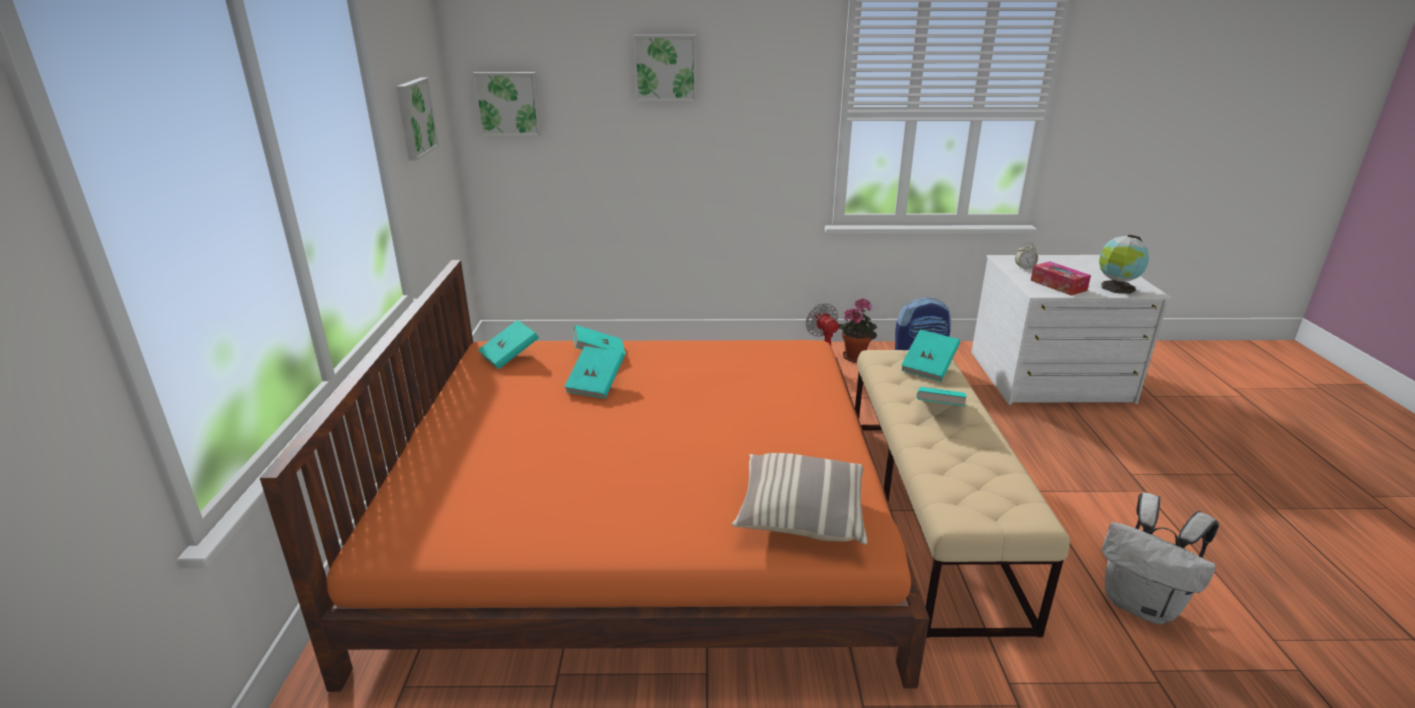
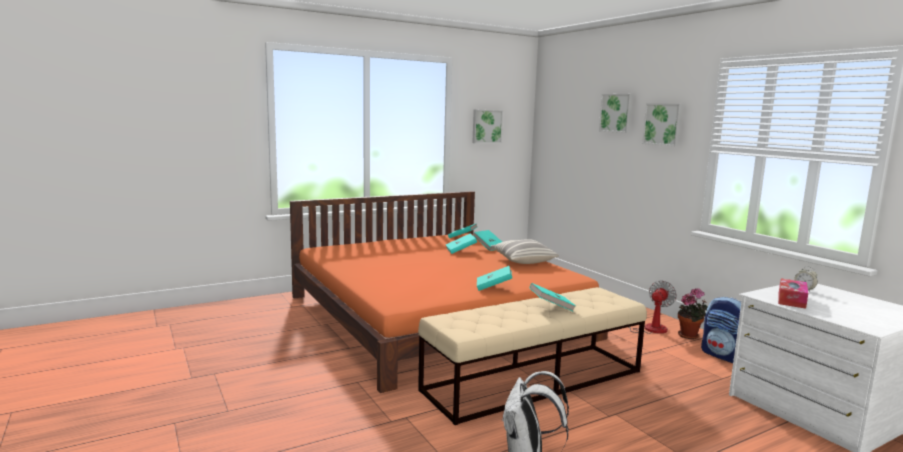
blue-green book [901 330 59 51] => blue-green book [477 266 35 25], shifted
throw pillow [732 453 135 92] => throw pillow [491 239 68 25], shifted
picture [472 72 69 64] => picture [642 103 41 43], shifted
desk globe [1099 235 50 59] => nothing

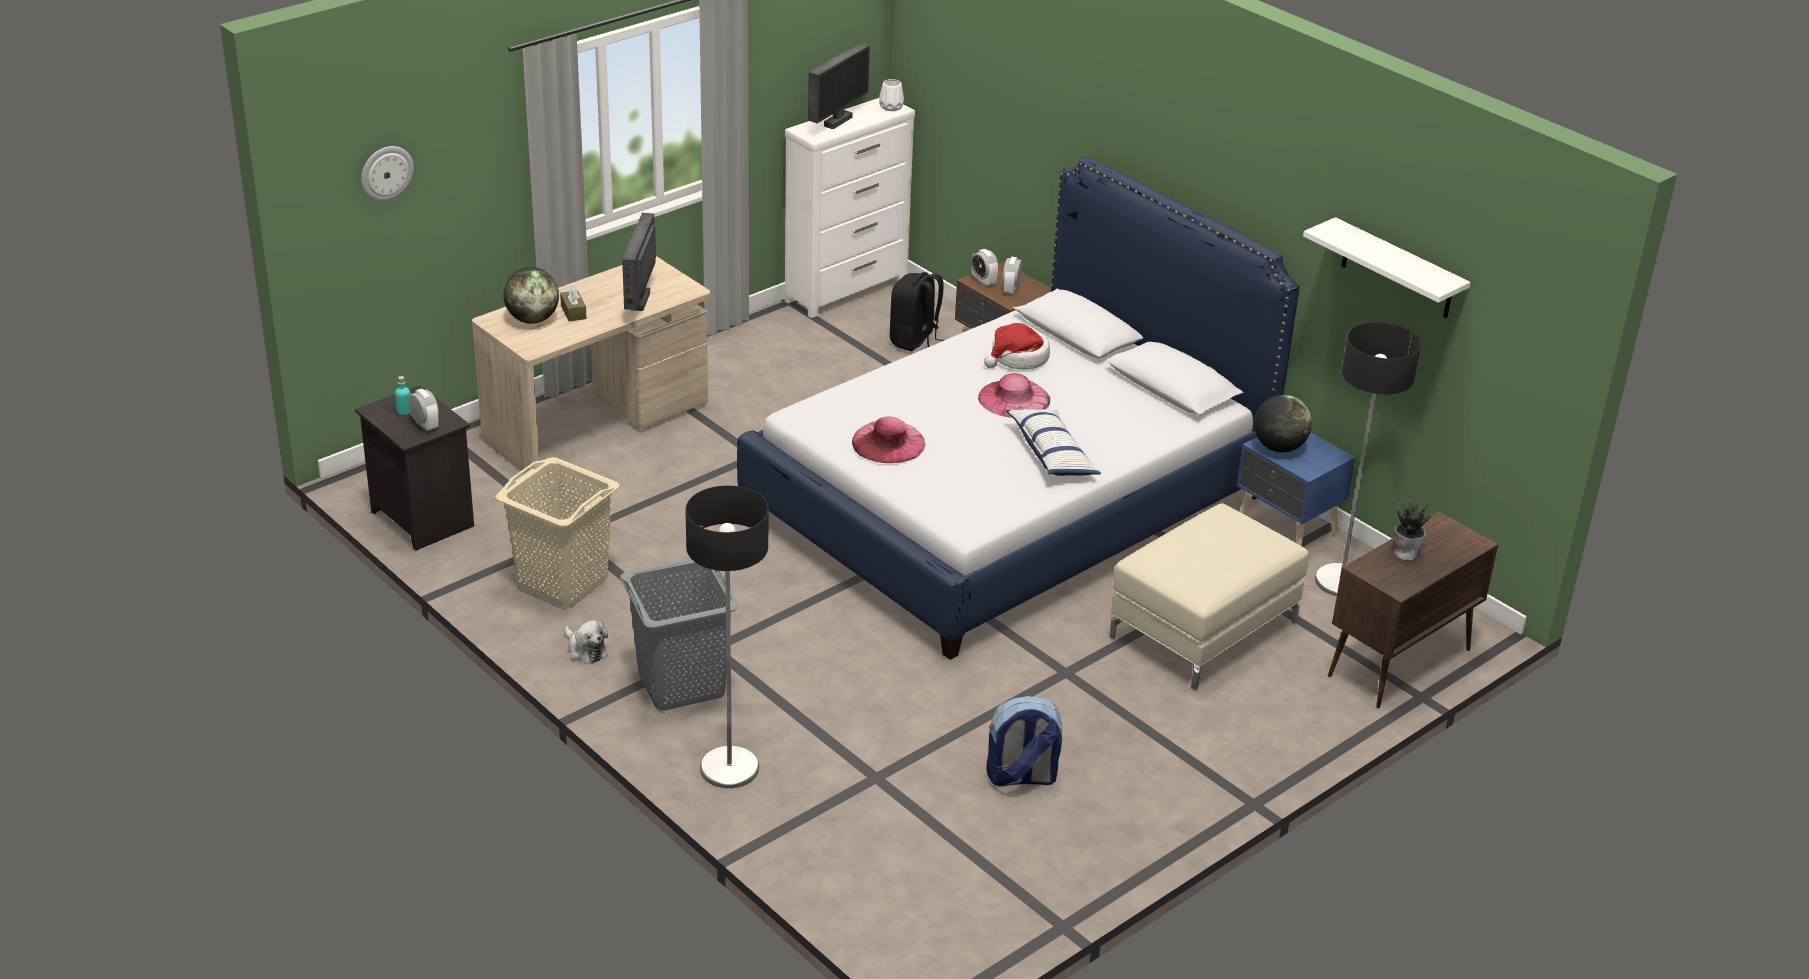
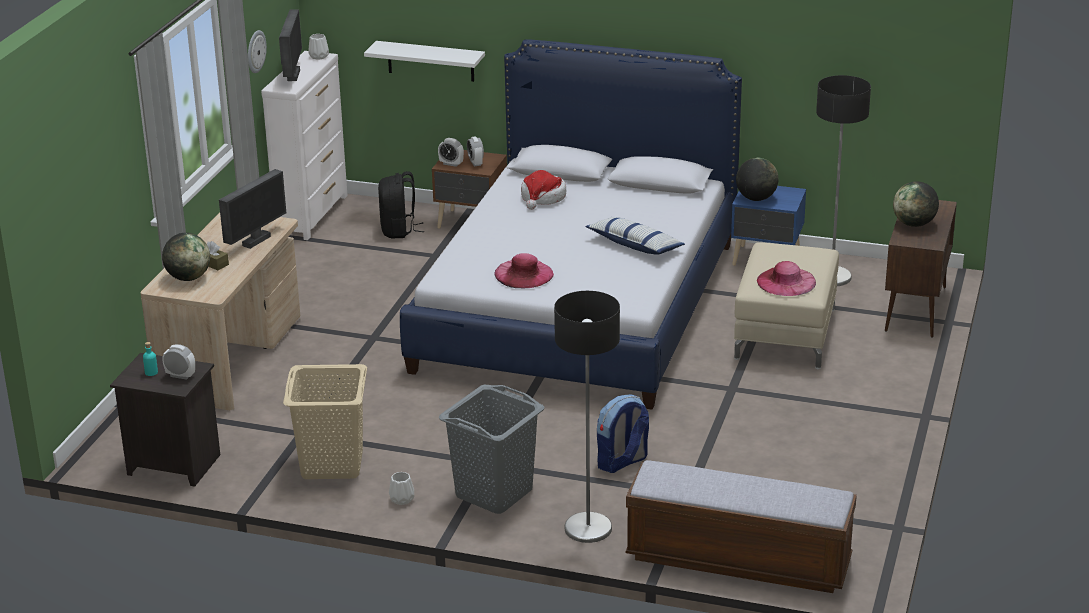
computer screen [622 213 34 98] => computer screen [219 169 67 80], 120 degrees counterclockwise
hanging clock [361 146 53 55] => hanging clock [248 30 19 43], shifted
white-coloured wall shelf [1303 217 168 101] => white-coloured wall shelf [364 41 121 41], shifted
plush toy [565 620 43 44] => white-coloured decorative vase [389 472 25 33]
rucksack [986 696 76 91] => rucksack [597 395 52 78], shifted
nothing => bench [626 460 231 133]
pinkish hat [978 373 72 45] => pinkish hat [757 261 59 35], shifted
plant in a pot [1393 499 43 61] => desk globe [893 181 46 46]

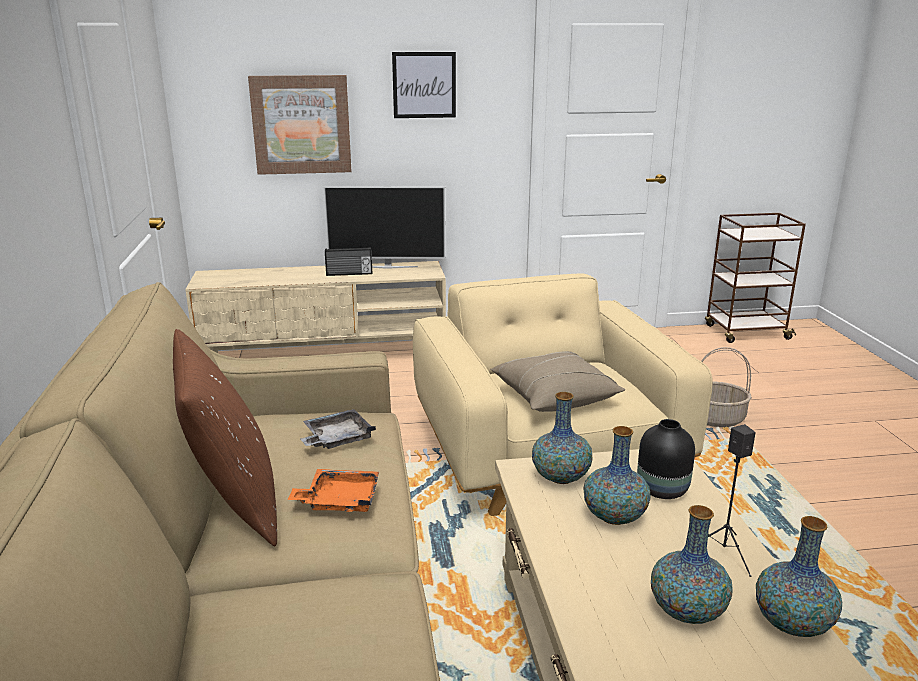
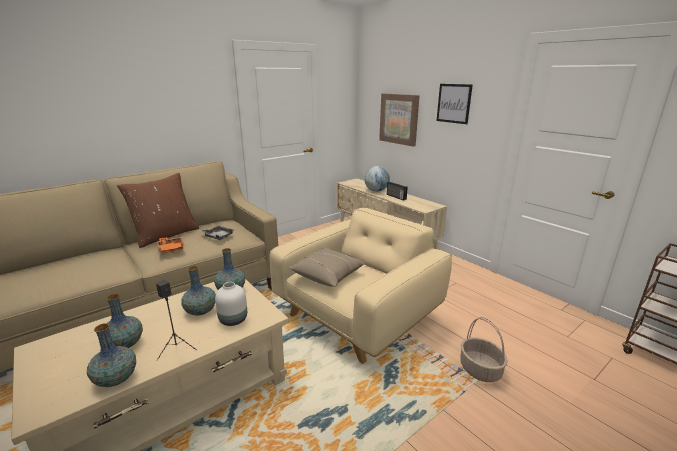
black-coloured decorative vase [637 419 58 80] => white-coloured decorative vase [215 282 32 44]
nothing => desk globe [364 166 26 26]
TV set [323 186 123 82] => nothing

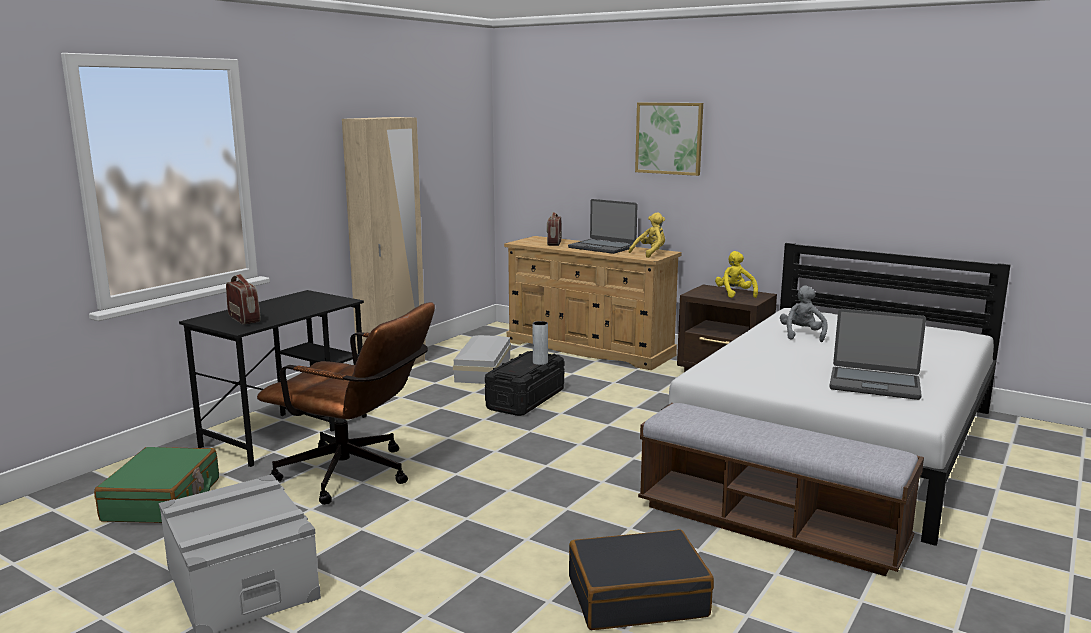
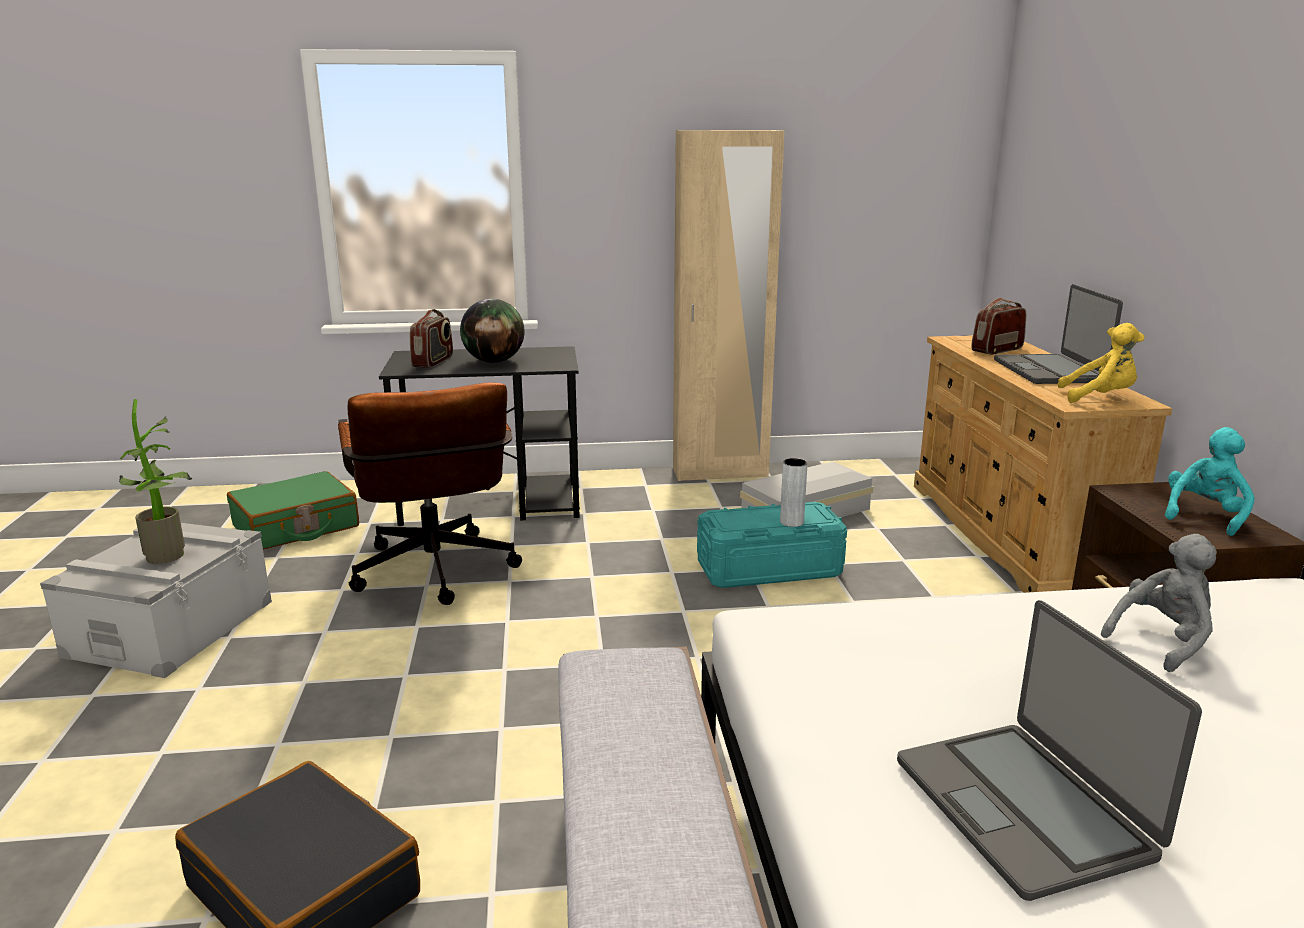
nothing => plant in a pot [119 399 74 165]
nothing => desk globe [460 299 64 64]
black-coloured storage container [485 351 79 65] => blue-green storage container [697 502 150 86]
yellow plush toy [715 251 43 47] => blue-green plush toy [1165 427 90 109]
picture [635 102 68 74] => nothing

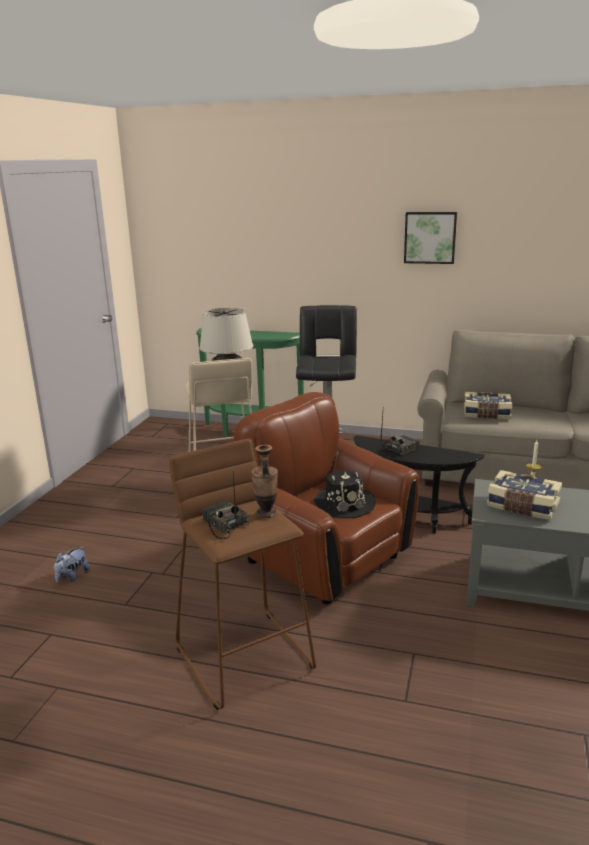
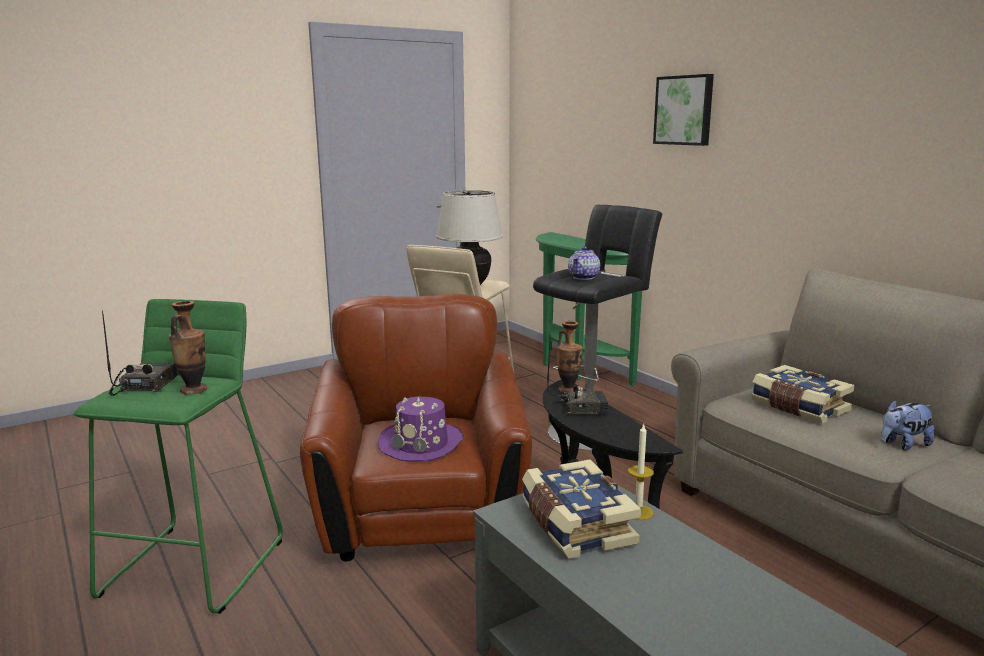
brown sitting stool [169 439 147 271] => green sitting stool [73 299 210 315]
black-coloured hat [314 470 61 48] => purplish hat [378 397 86 65]
nothing => decorative vase [557 321 26 72]
nothing => teapot [568 247 32 33]
picture [404 212 53 52] => picture [653 74 61 72], shifted
plush toy [54 546 36 37] => plush toy [881 400 54 50], shifted

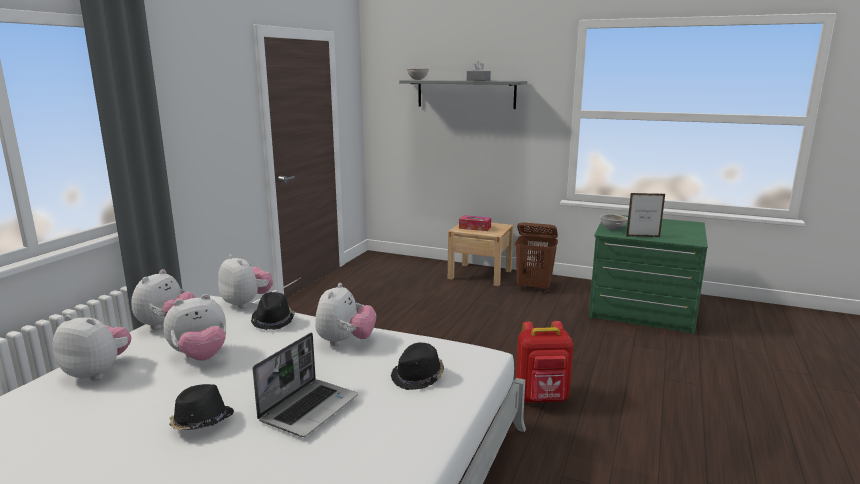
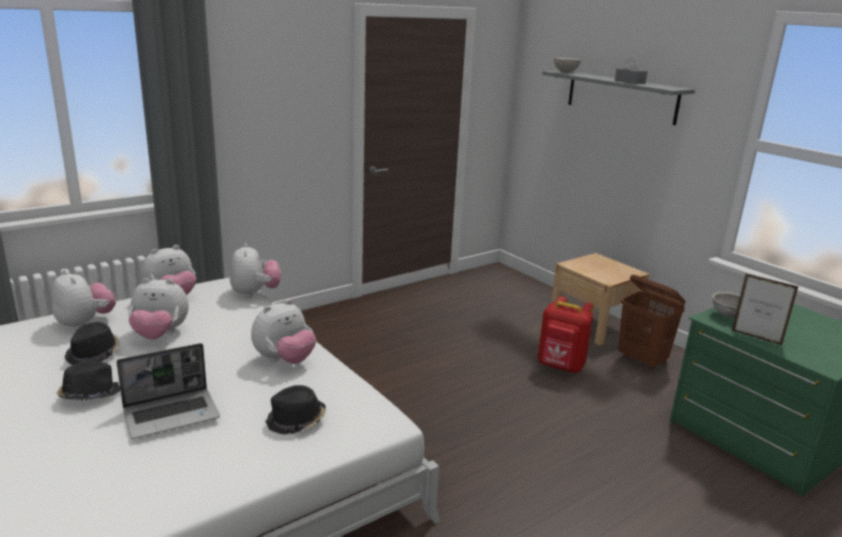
black-coloured hat [251 292 44 38] => black-coloured hat [65 322 54 43], shifted
red rucksack [516 321 57 82] => red rucksack [538 296 56 77], shifted
tissue box [459 215 32 16] => nothing

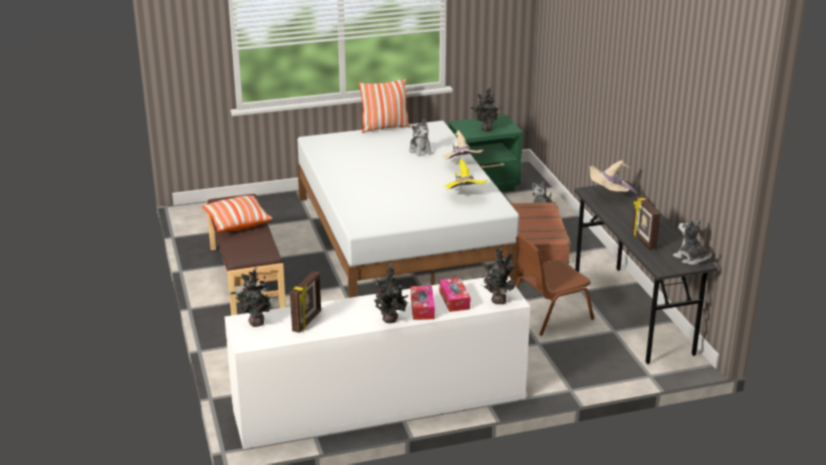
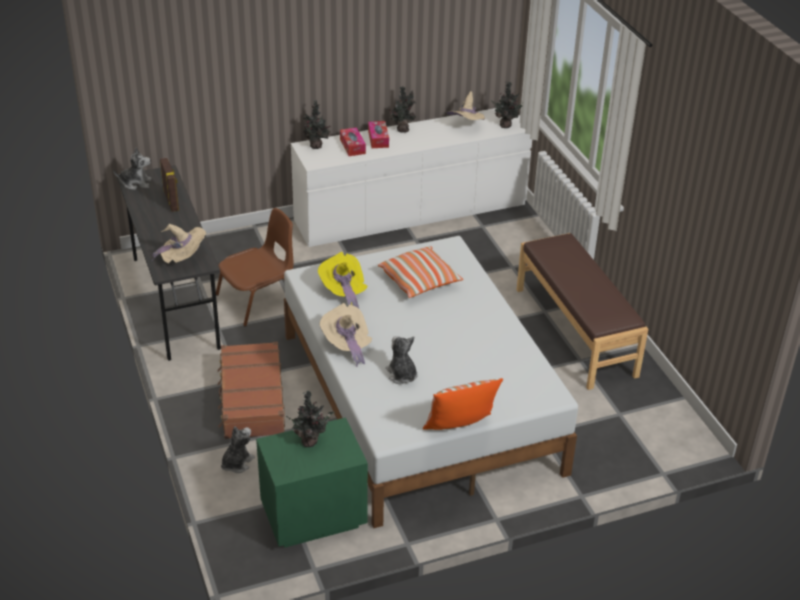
plush toy [673 219 39 46] => plush toy [113 148 39 42], 45 degrees counterclockwise
throw pillow [201 195 72 37] => throw pillow [378 246 85 52], shifted
standing frame [290 271 31 62] => beige hat [446 91 39 29]

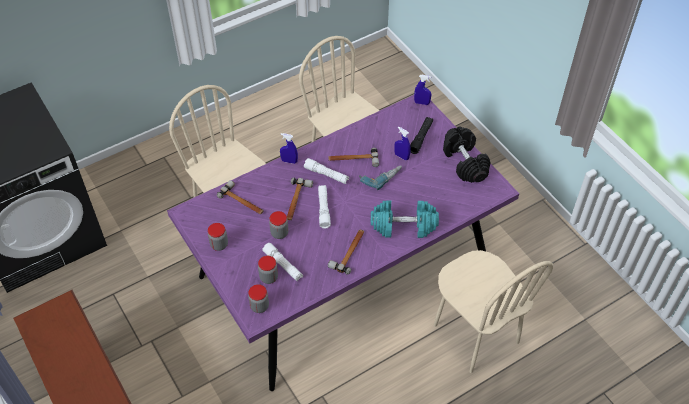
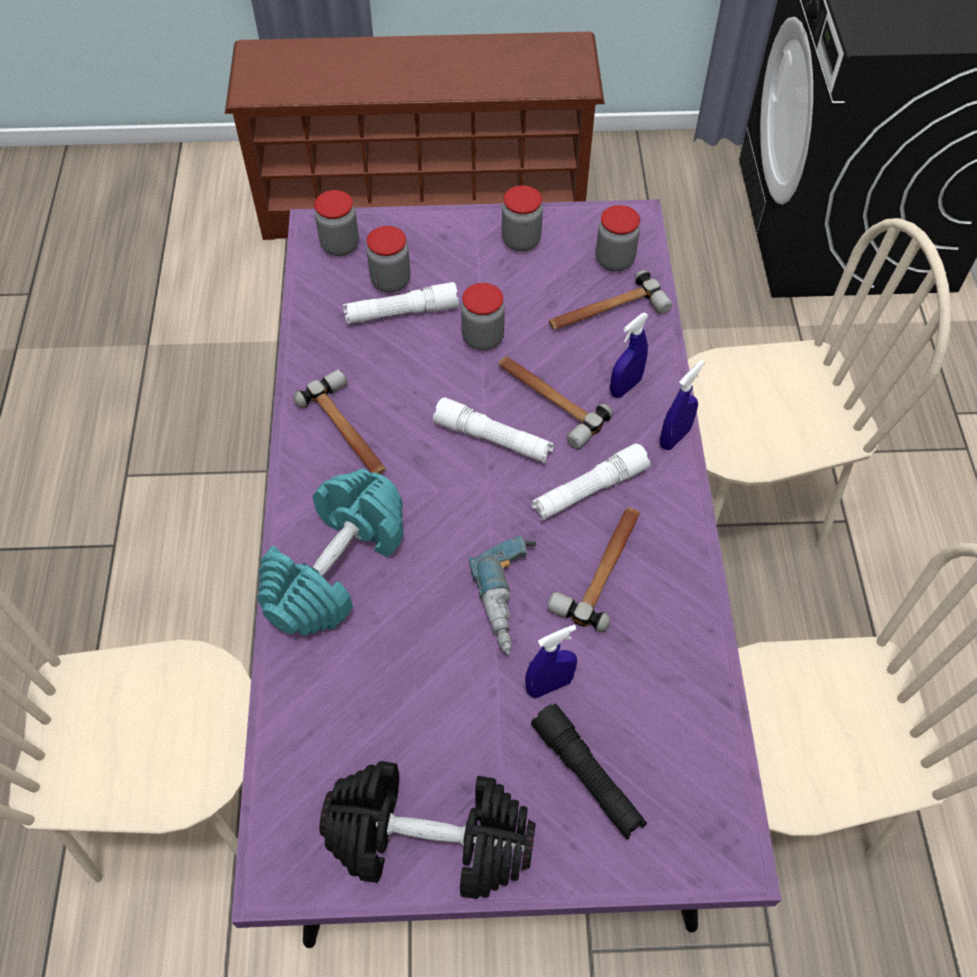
nothing => storage jar [596 205 44 67]
bluish sprayer [414 75 17 30] => bluish sprayer [610 312 39 86], shifted

